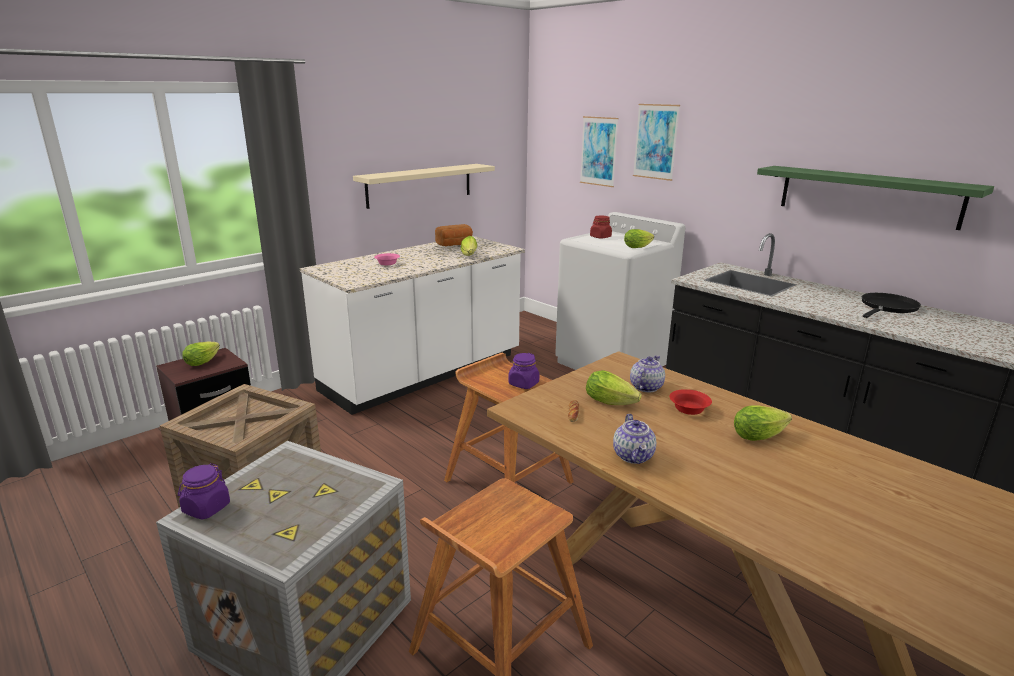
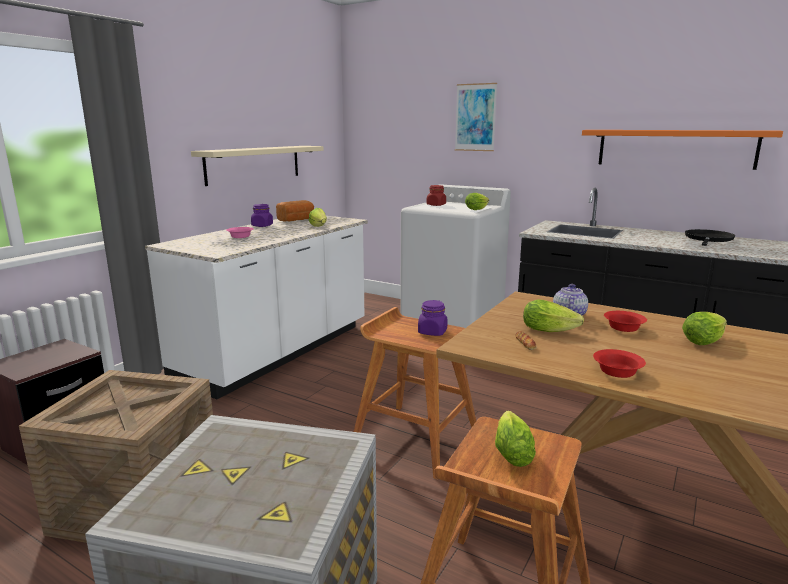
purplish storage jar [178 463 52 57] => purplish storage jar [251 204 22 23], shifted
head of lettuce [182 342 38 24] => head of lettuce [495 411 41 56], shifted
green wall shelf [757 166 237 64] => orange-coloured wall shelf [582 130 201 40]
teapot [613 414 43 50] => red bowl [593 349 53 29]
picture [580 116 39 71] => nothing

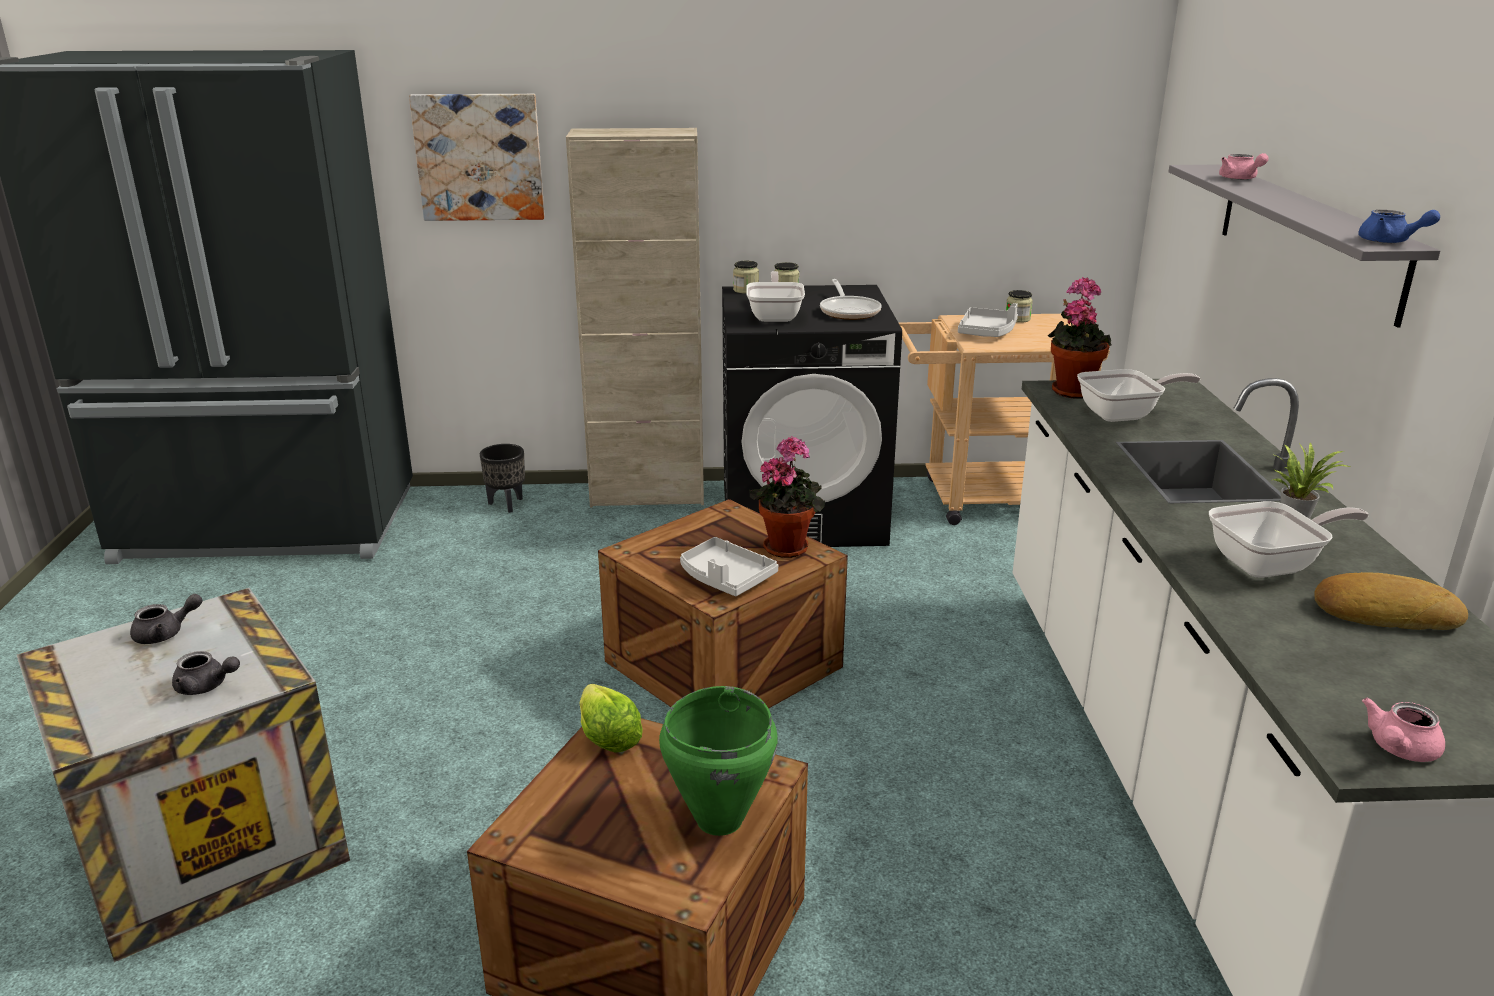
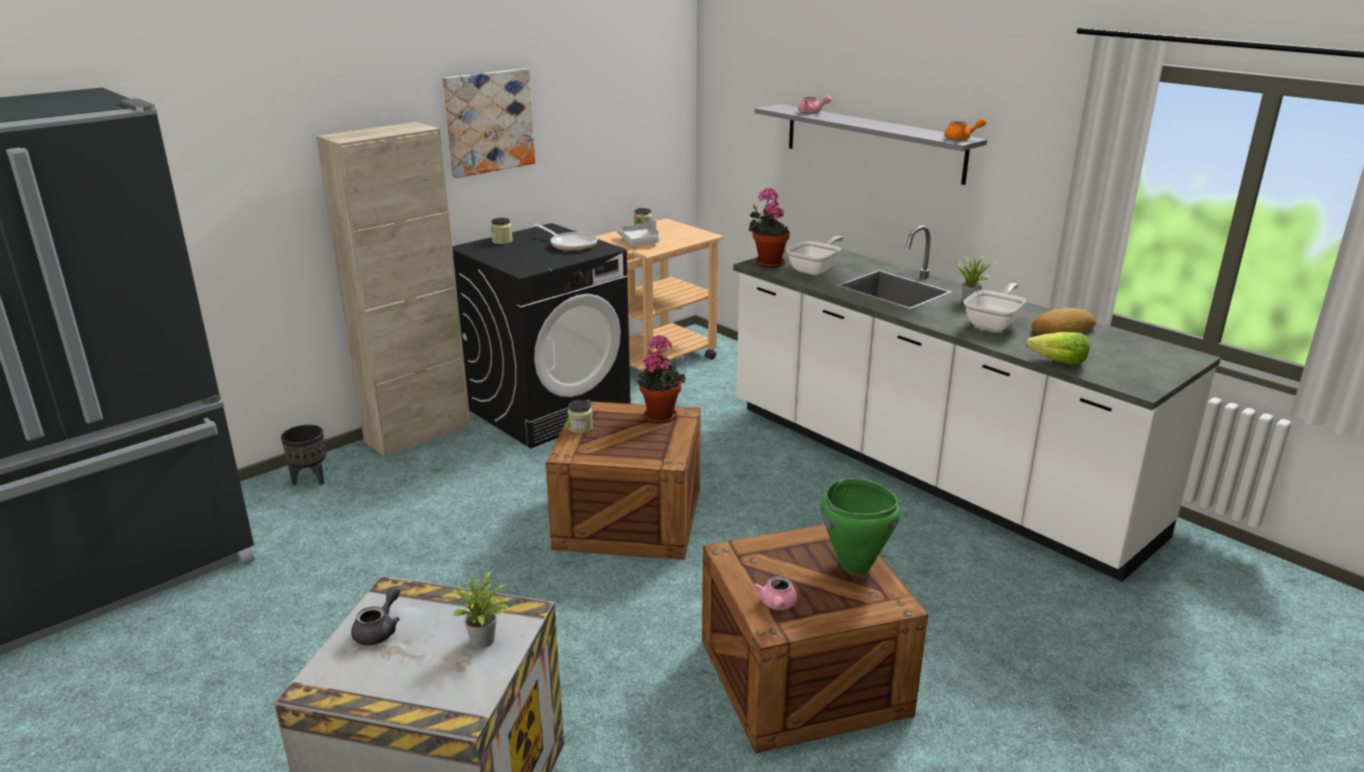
gray teapot [172 651 68 44] => plant in a pot [441 570 69 78]
picture [409 94 136 127] => picture [443 68 92 110], shifted
storage jar [733 261 26 33] => storage jar [567 400 26 33], shifted
pinkish teapot [1362 698 83 64] => pinkish teapot [753 576 44 34], shifted
bluish teapot [1358 210 82 33] => orange-coloured teapot [944 118 42 22]
head of lettuce [579 684 64 69] => head of lettuce [1026 332 64 33], shifted
gray serving tray [680 537 98 59] => nothing
skillet [746 271 59 51] => nothing

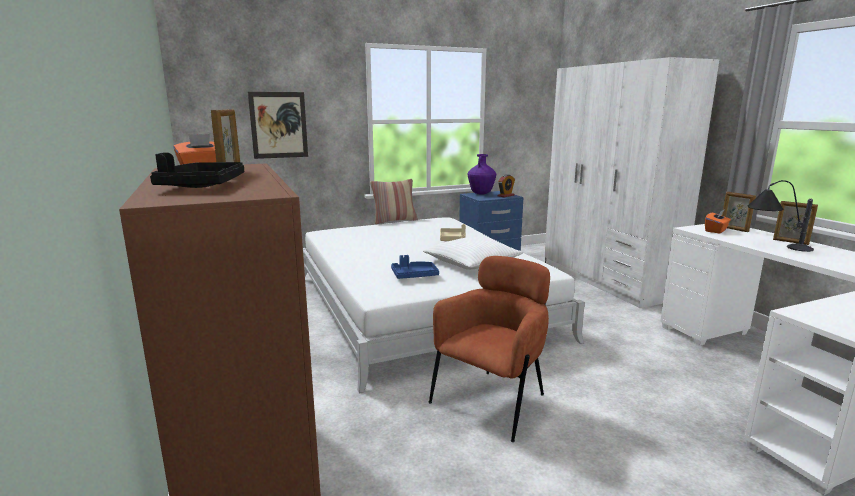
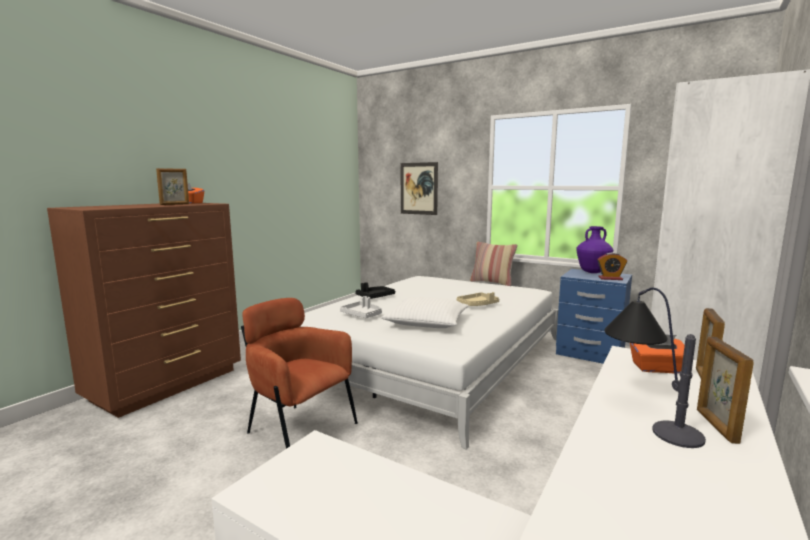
brown armchair [429 256 121 186] => brown armchair [241 298 117 151], 150 degrees counterclockwise
bluish serving tray [391 255 48 24] => white-coloured serving tray [340 296 42 22]
black-coloured serving tray [150 152 94 36] => black-coloured serving tray [355 282 40 17], shifted

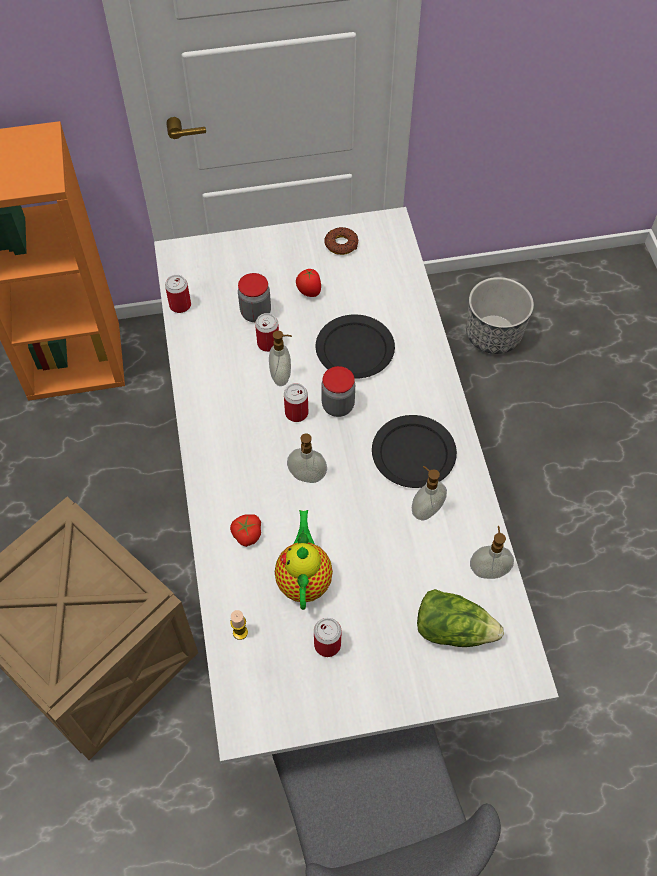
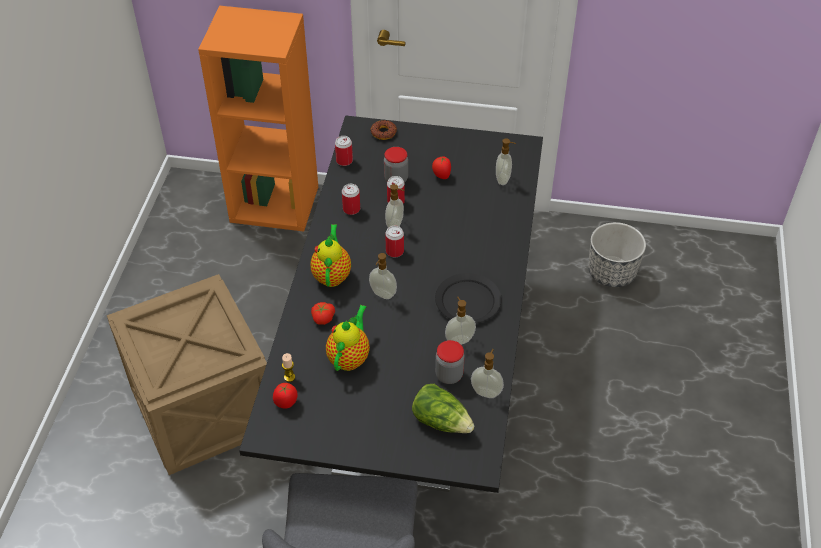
white-coloured kitchen table [154 207 405 557] => black-coloured kitchen table [239 115 304 378]
nothing => tomato [273 383 25 26]
nothing => teapot [310 224 41 63]
metal can [314 618 28 39] => metal can [342 184 18 31], shifted
ring doughnut [324 227 34 28] => ring doughnut [370 120 27 20], shifted
storage jar [321 366 34 51] => storage jar [435 340 30 44], shifted
nothing => liquid soap bottle [496 138 20 47]
black-coloured dinner plate [316 314 79 65] => nothing

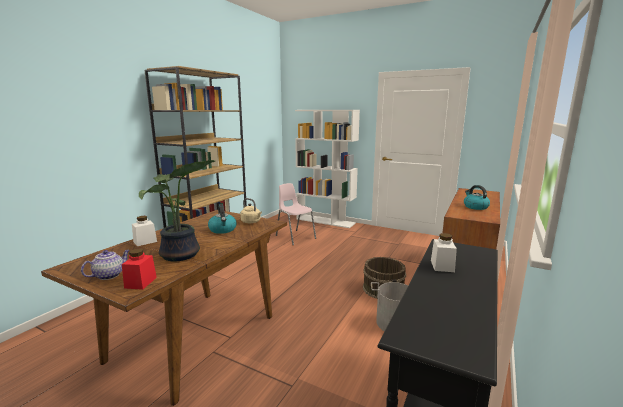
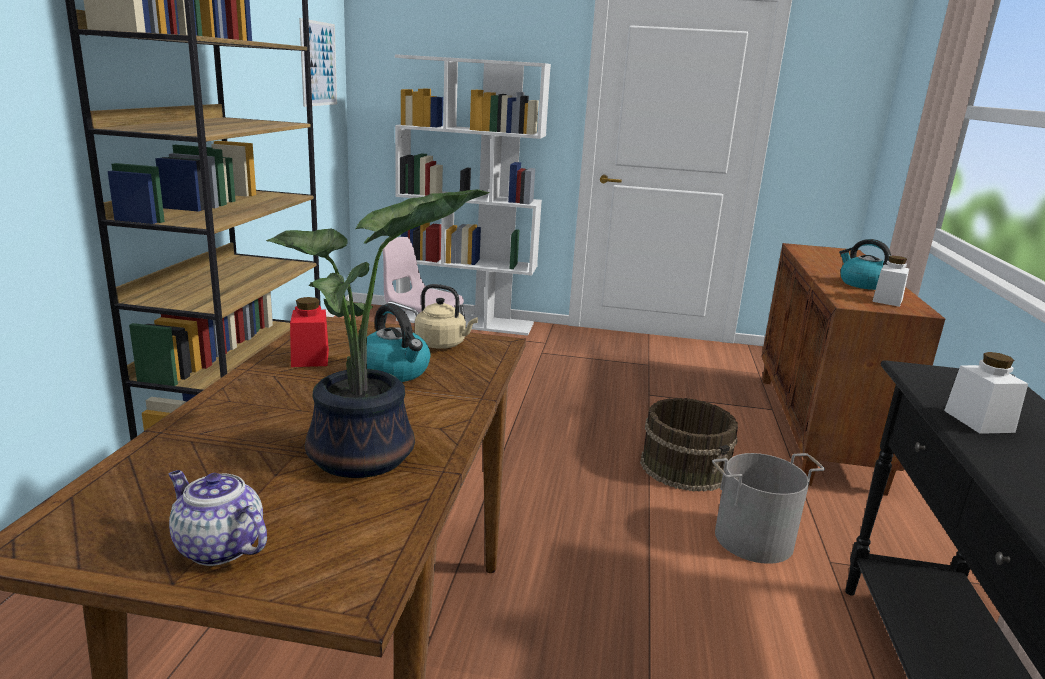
teapot [81 250 49 30] => teapot [169 470 98 96], 75 degrees counterclockwise
red storage jar [122 249 35 41] => red storage jar [290 297 39 70], shifted
nothing => picture [299 18 38 89]
white-coloured storage jar [132 216 25 30] => white-coloured storage jar [872 256 37 51], shifted

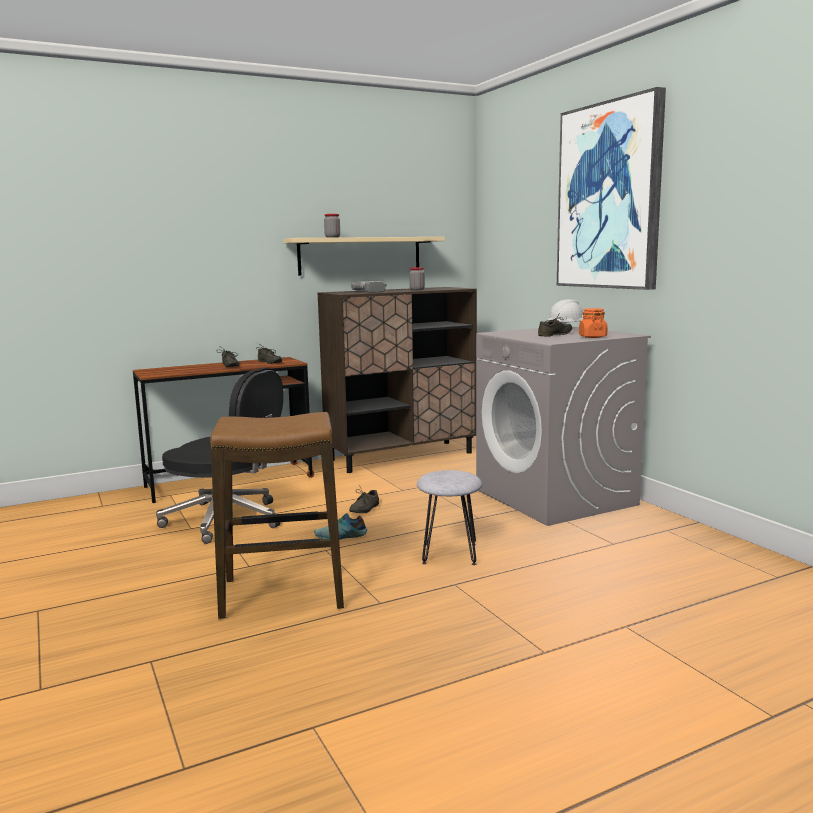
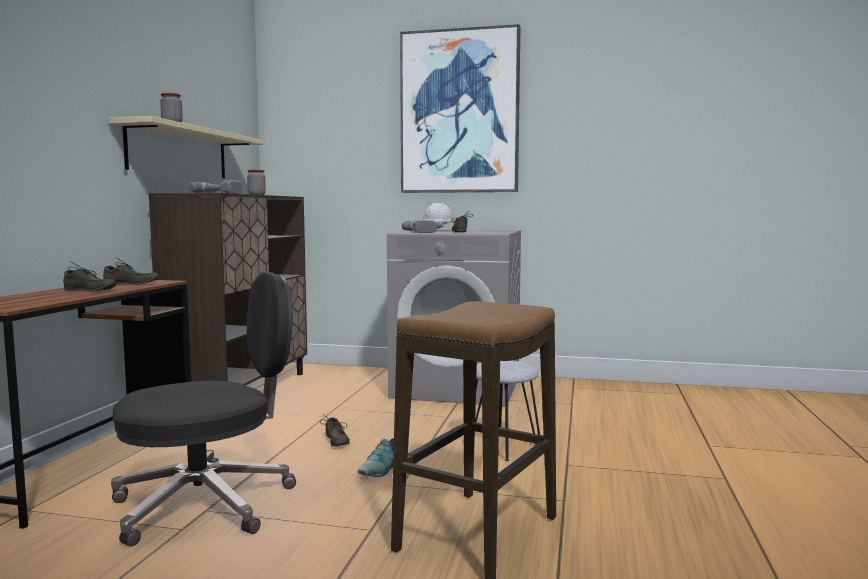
nothing => drill [402 220 42 13]
orange-coloured storage jar [579 308 28 30] => nothing

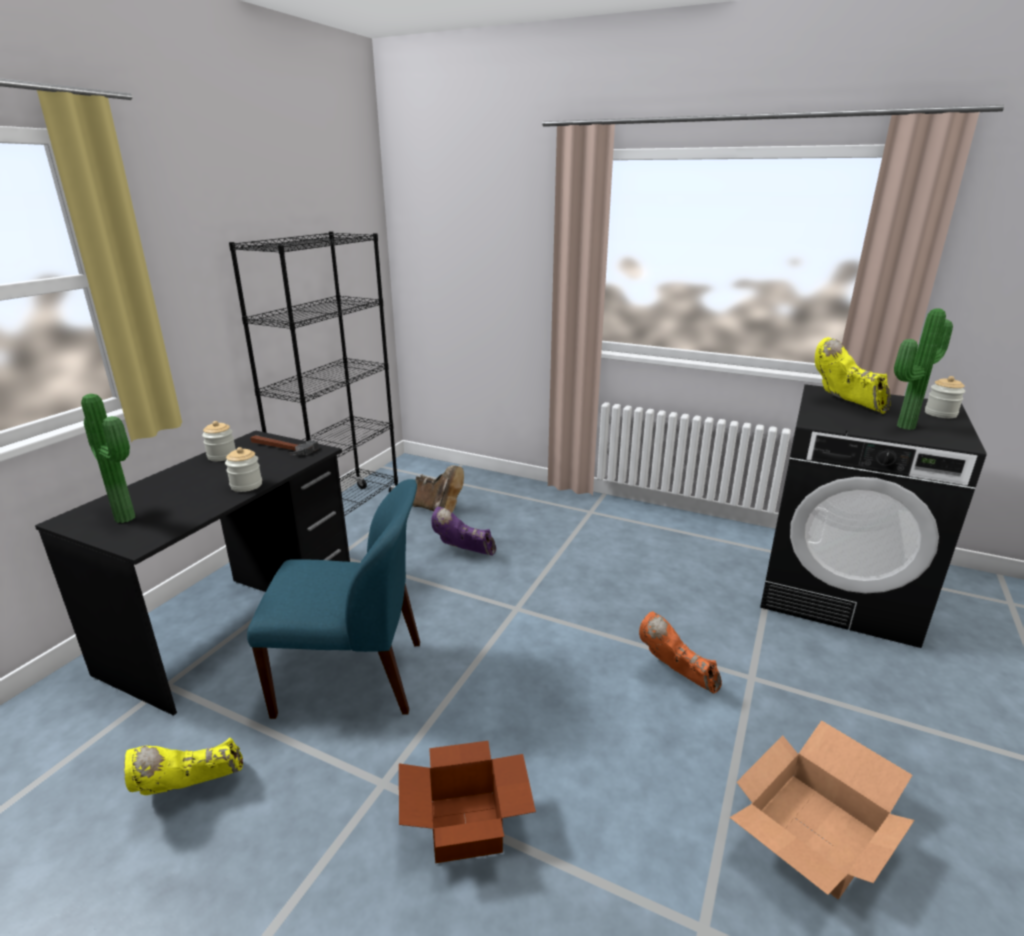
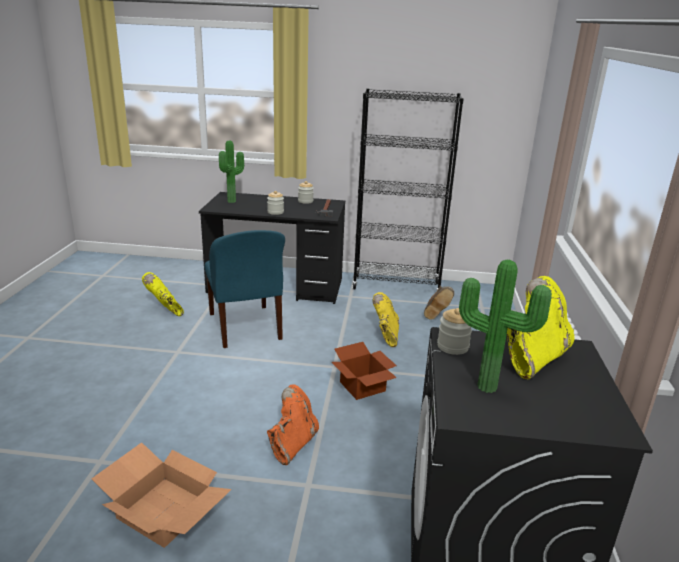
carton [399 741 137 122] => carton [332 342 65 58], shifted
purplish high-top boot [431 507 65 49] => yellow high-top boot [373 292 26 55]
storage jar [925 376 40 42] => storage jar [437 308 35 47], shifted

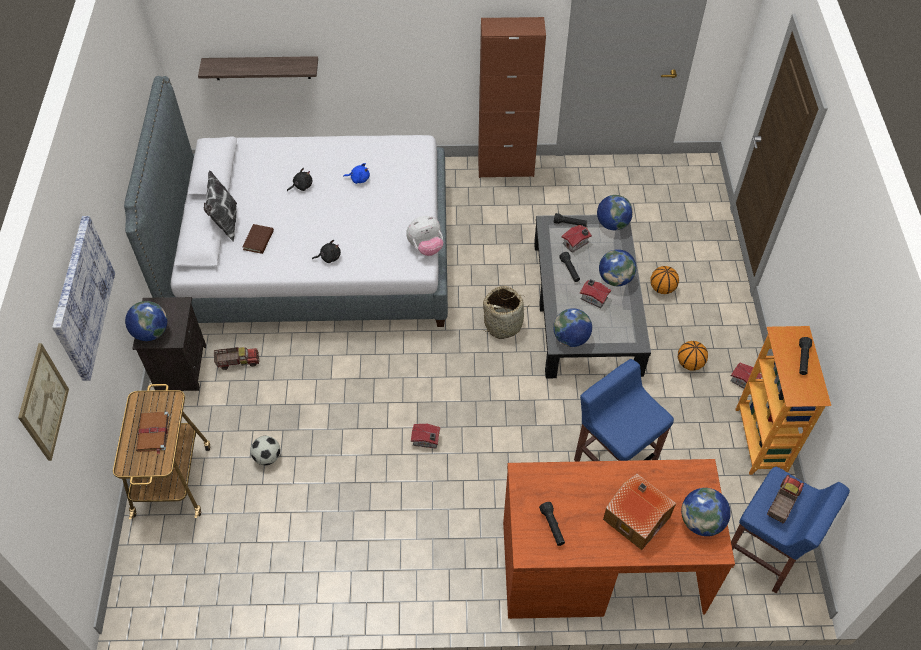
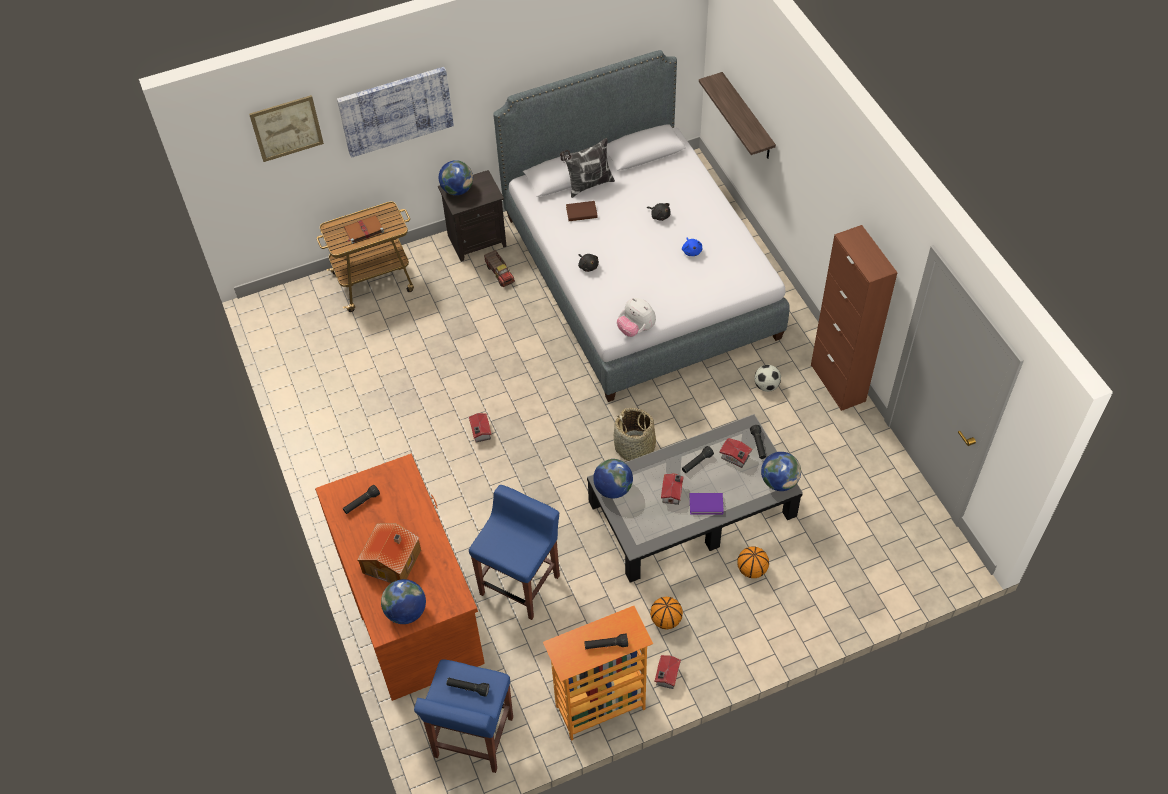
toy truck [767 475 37 48] => black-coloured torch [446 678 43 19]
desk globe [599 249 37 37] => purplish book [690 493 34 22]
football [250 436 30 29] => football [754 365 27 27], shifted

